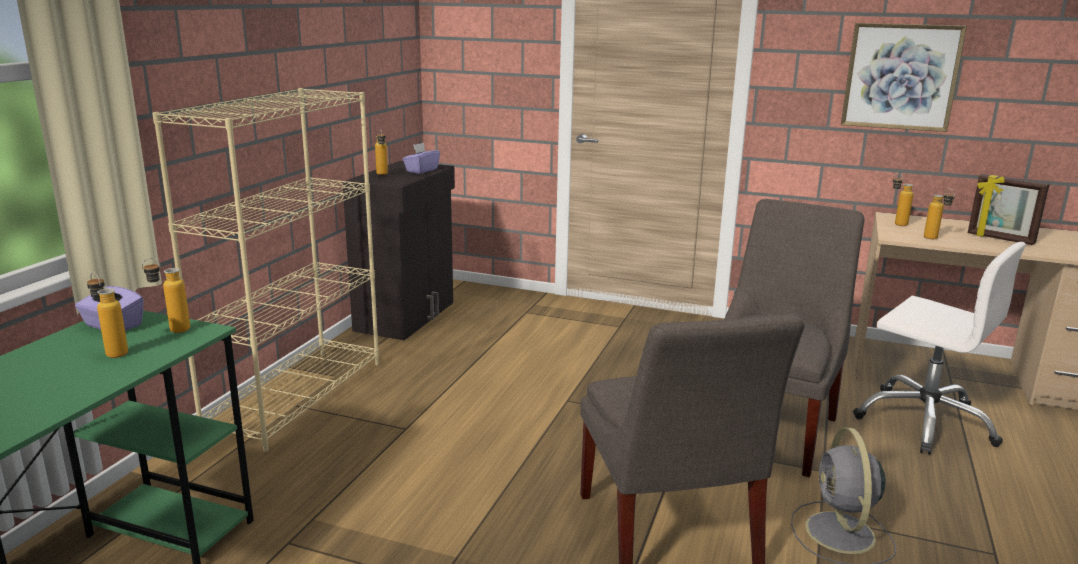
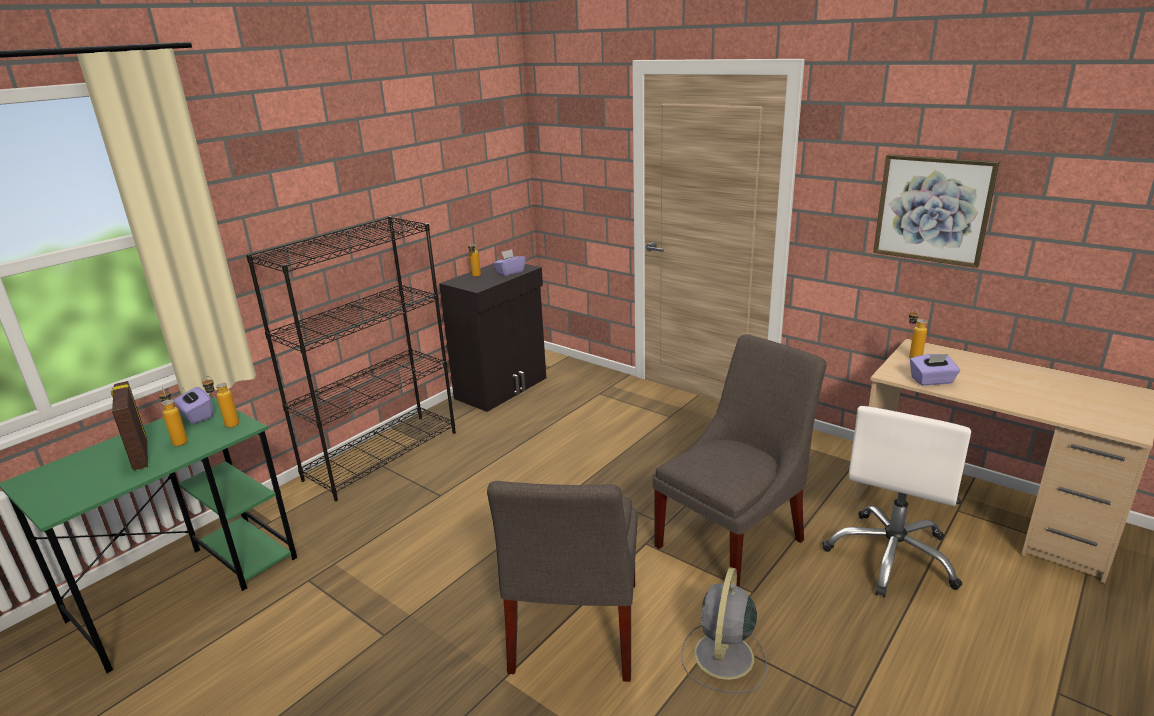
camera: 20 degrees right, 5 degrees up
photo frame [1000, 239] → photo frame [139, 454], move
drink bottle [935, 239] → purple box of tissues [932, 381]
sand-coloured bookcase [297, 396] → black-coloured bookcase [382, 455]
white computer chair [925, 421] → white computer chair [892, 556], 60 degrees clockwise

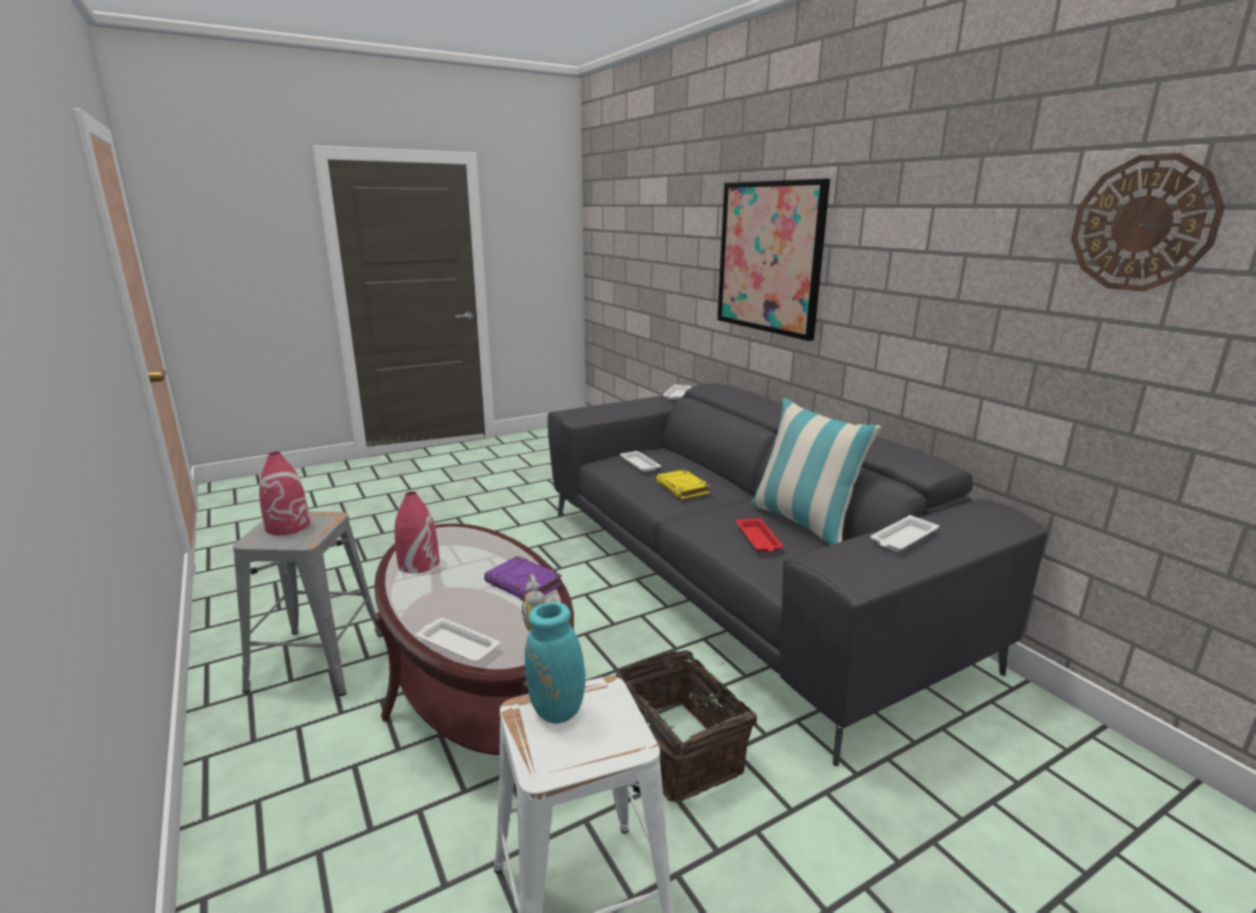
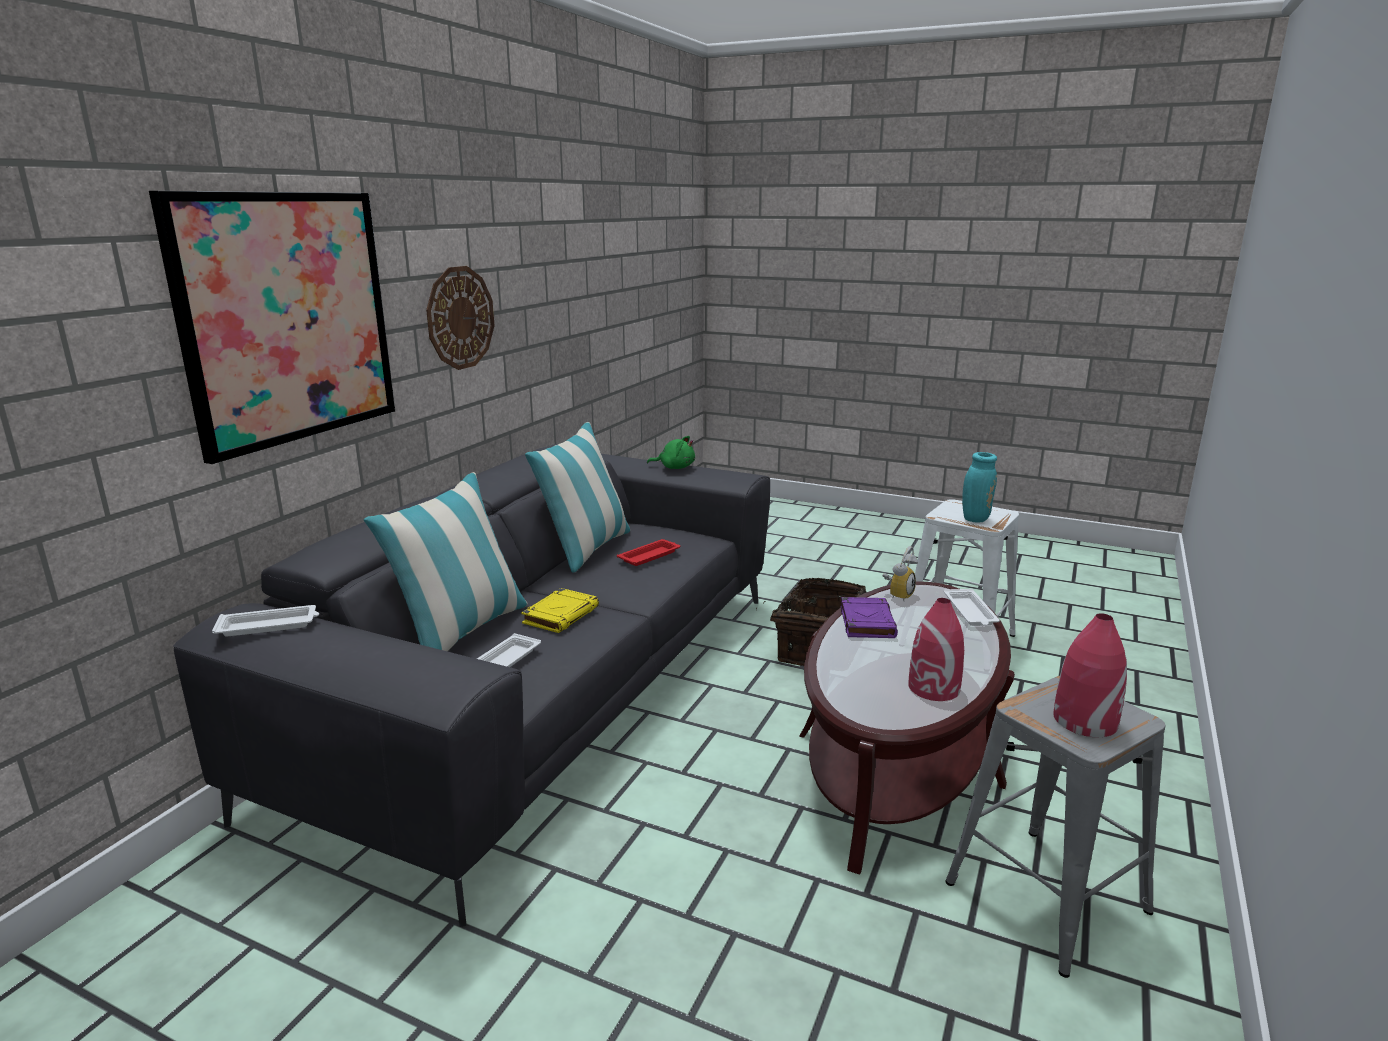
camera: 125 degrees left, 0 degrees up
- → pillow [462, 631]
clock on the wall [1143, 224] → clock on the wall [460, 318], move
white serving tray [903, 538] → greenish plush toy [675, 467]

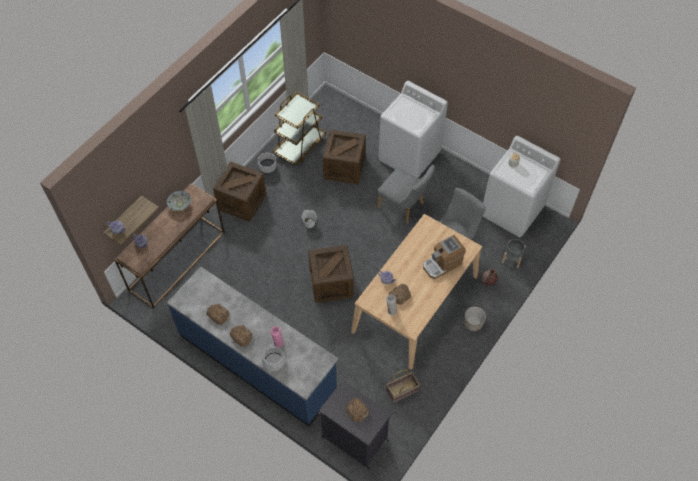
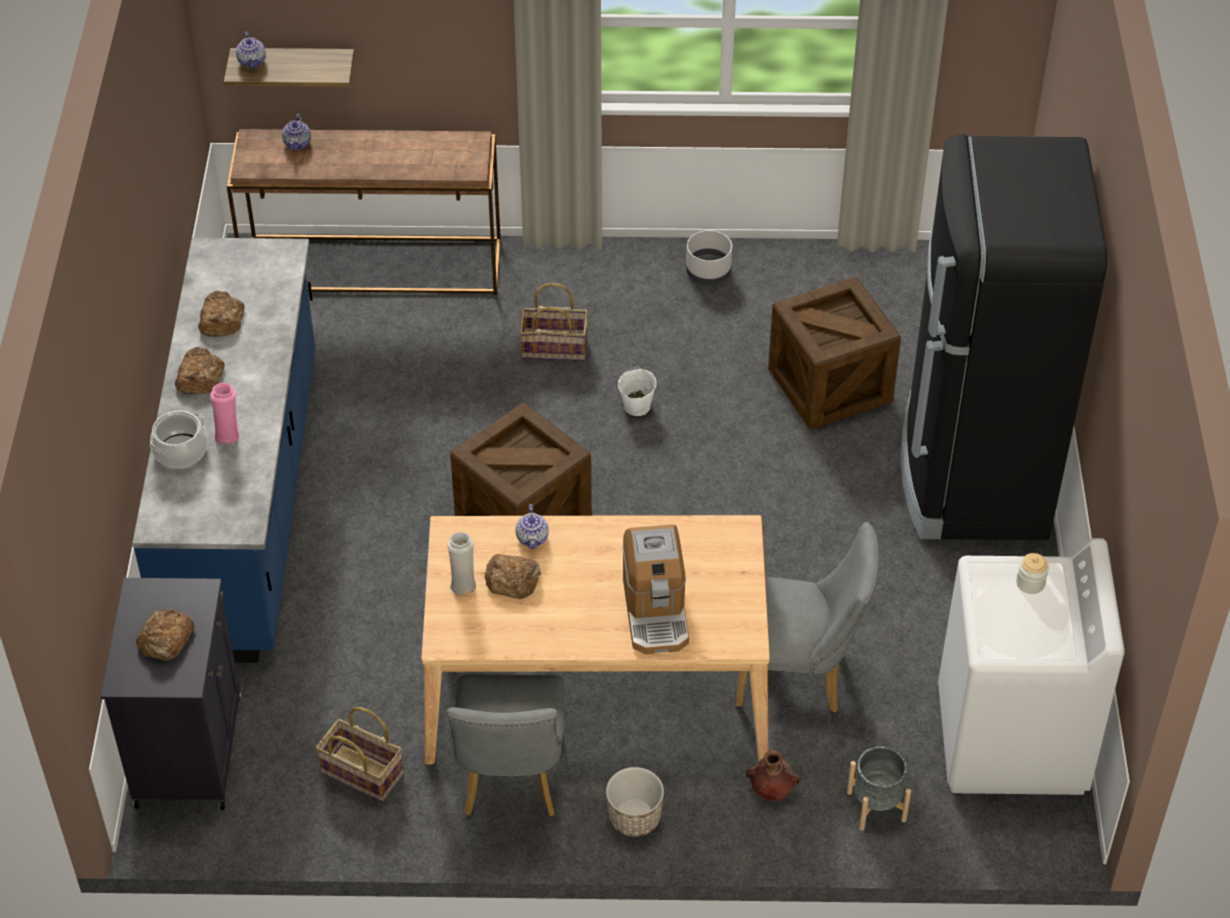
camera: 55 degrees right, 10 degrees down
deep dish [180, 204] → -
packing crate [242, 202] → -
brown cart [300, 146] → -
- → basket [555, 347]
greyish plain chair [404, 207] → greyish plain chair [510, 781], move
white laundry appliance [409, 156] → black-coloured refrigerator [972, 476]
coffee machine [442, 264] → coffee machine [655, 612], 120 degrees counterclockwise

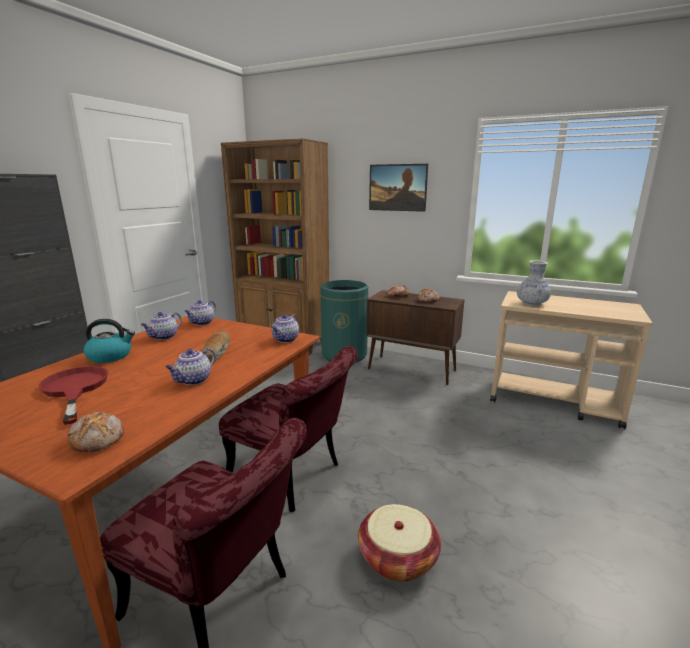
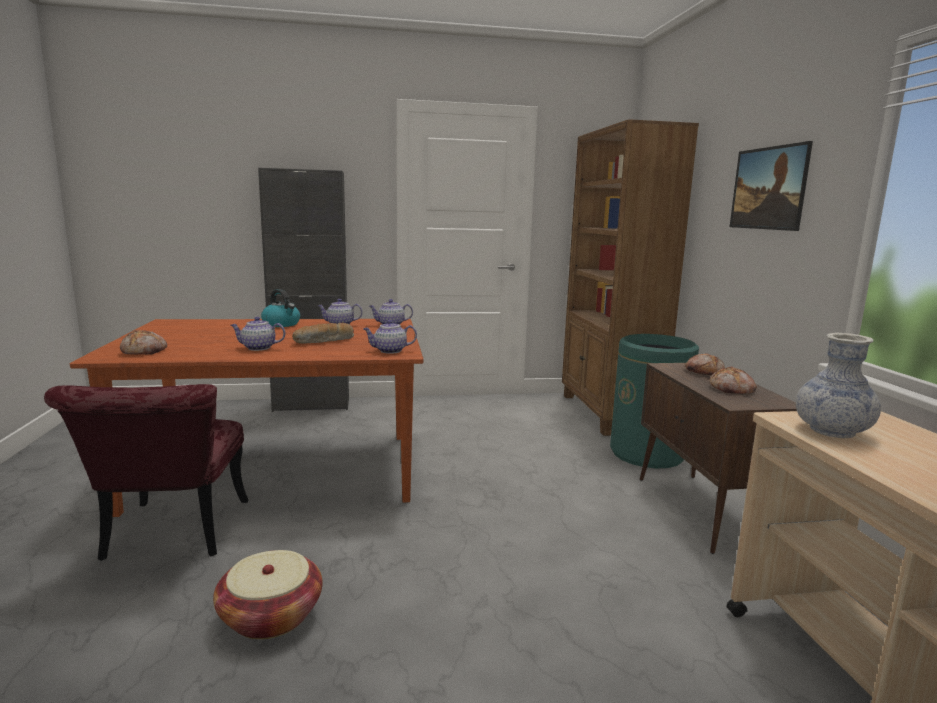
camera: 55 degrees right, 5 degrees down
red-coloured frying pan [75, 389] → -
red-coloured plain chair [294, 477] → -

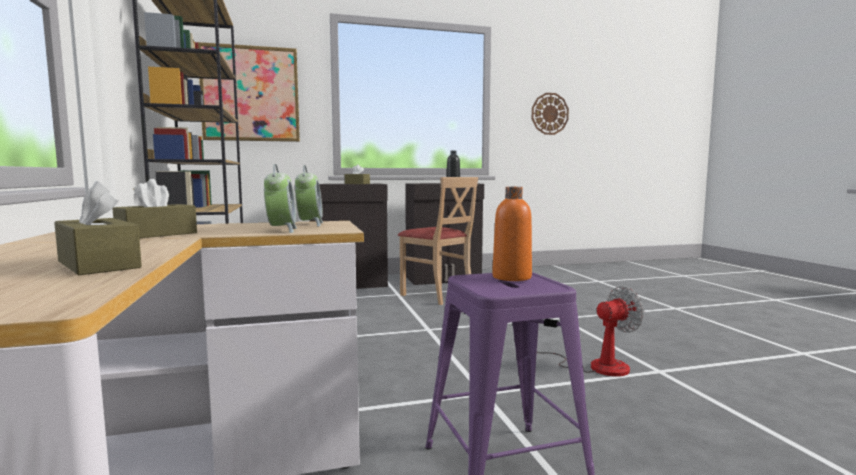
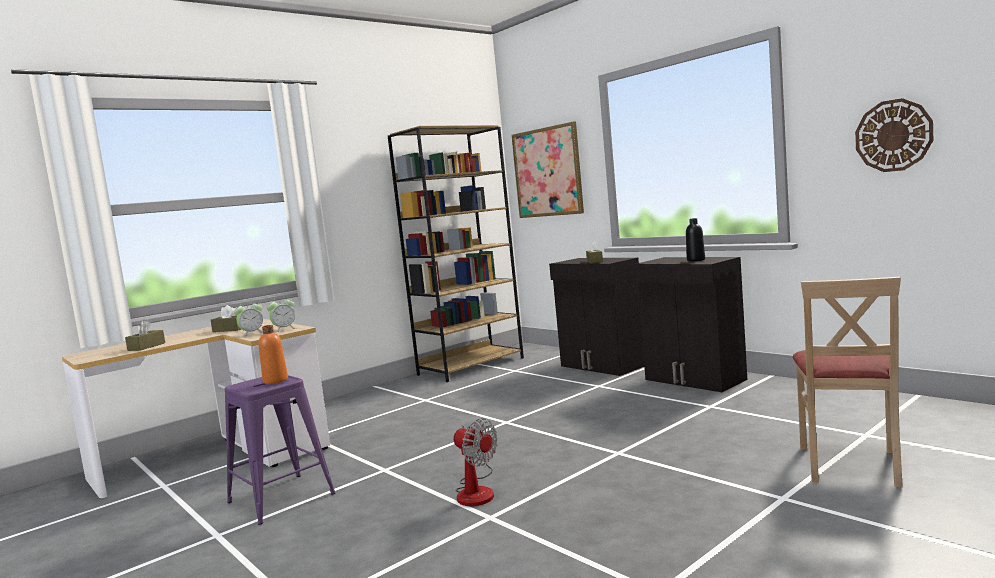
camera: 65 degrees right, 0 degrees up
sand-coloured plain chair [437, 295] → sand-coloured plain chair [850, 465], move

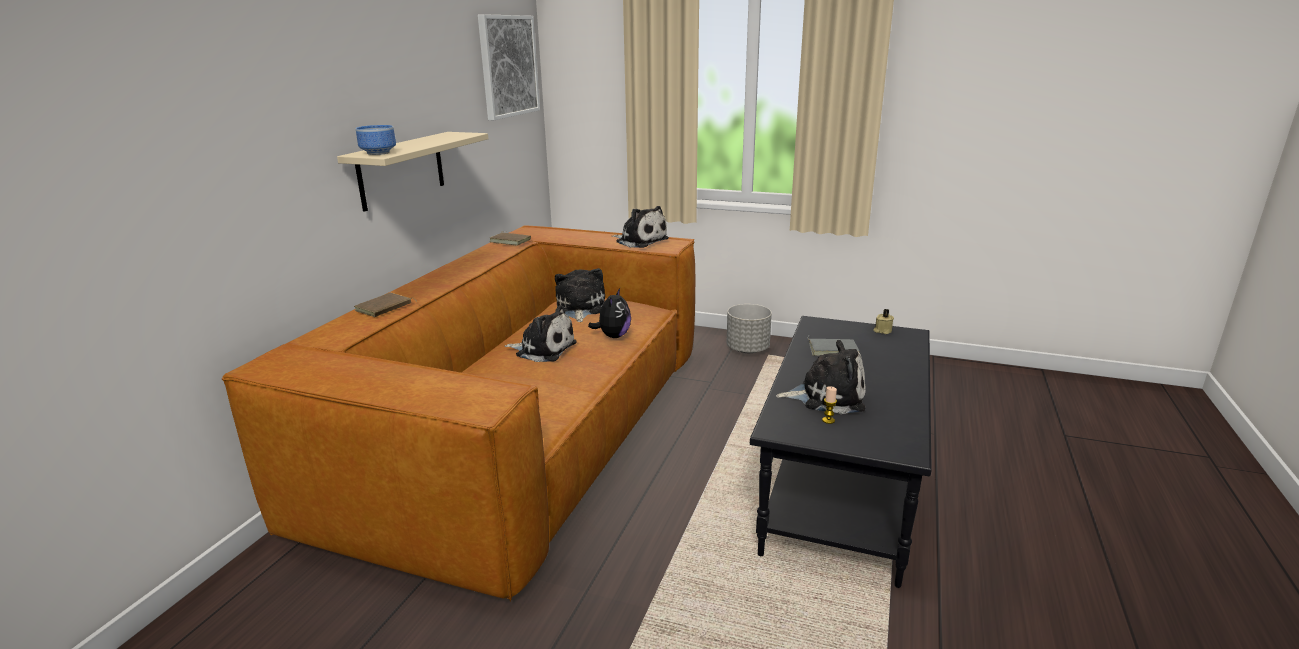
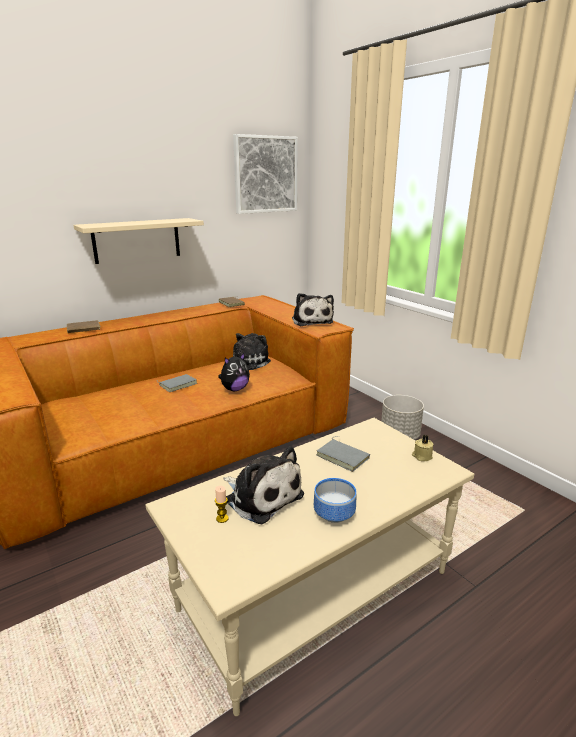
camera: 35 degrees right, 0 degrees up
deep dish [380, 153] → deep dish [336, 514], move
plush toy [543, 349] → greyish volume [178, 384]
black-coloured lounge table [839, 486] → sand-coloured lounge table [315, 588]

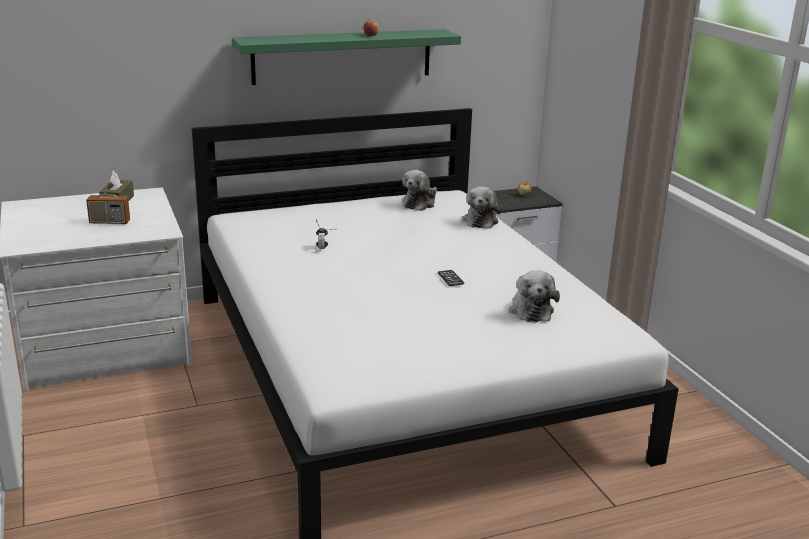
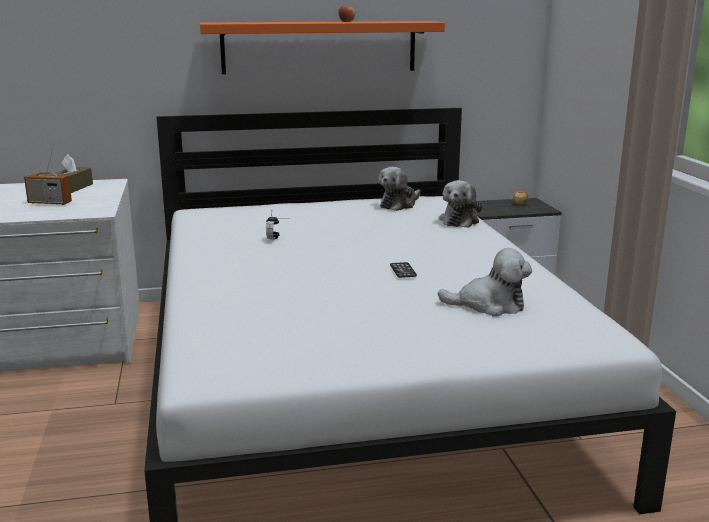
camera: 10 degrees right, 5 degrees down
greenish bracket shelf [342, 56] → orangey bracket shelf [319, 47]
plush toy [531, 310] → plush toy [489, 305], 90 degrees counterclockwise

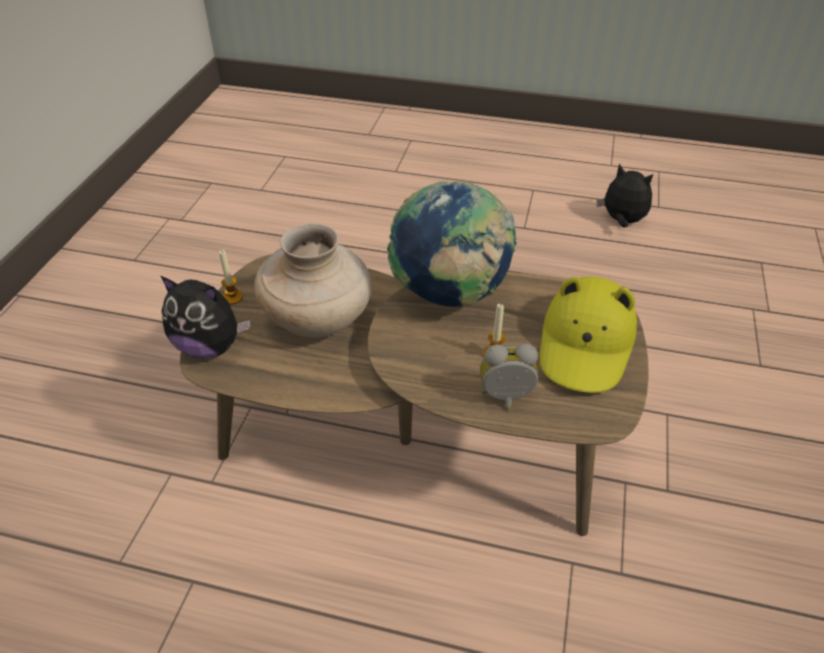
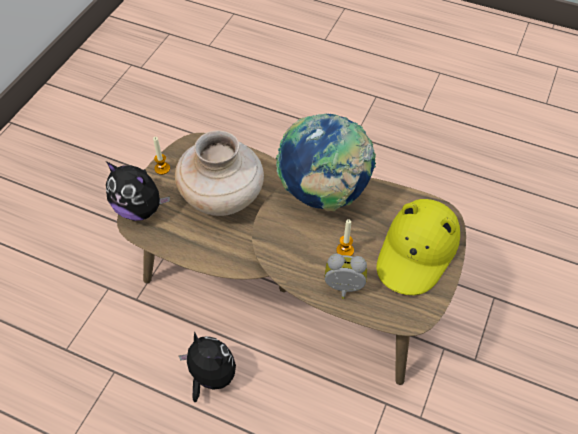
camera: 10 degrees right, 10 degrees up
plush toy [621, 221] → plush toy [210, 377], move

